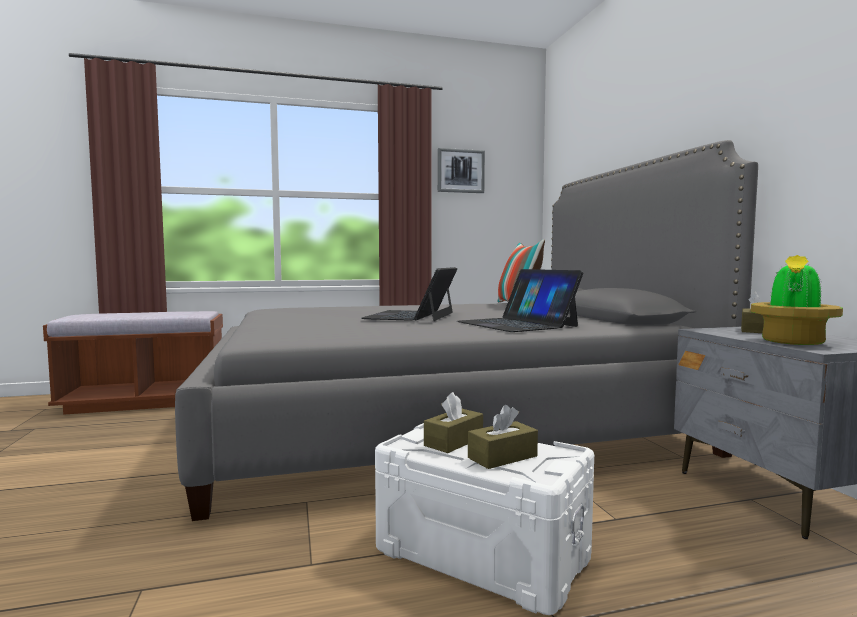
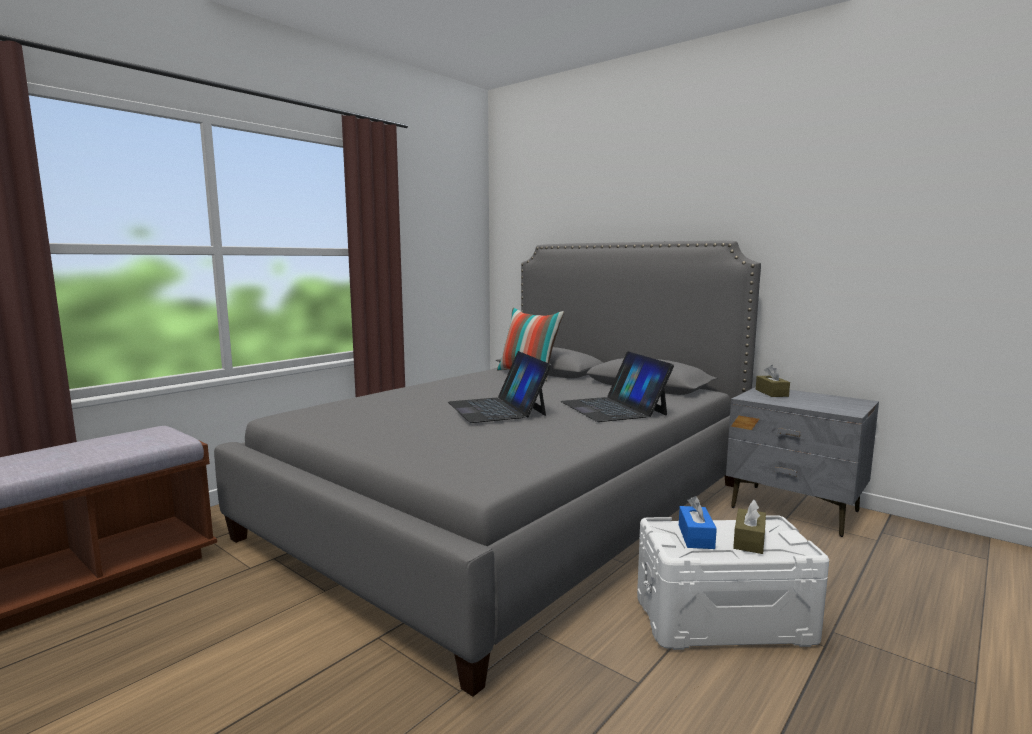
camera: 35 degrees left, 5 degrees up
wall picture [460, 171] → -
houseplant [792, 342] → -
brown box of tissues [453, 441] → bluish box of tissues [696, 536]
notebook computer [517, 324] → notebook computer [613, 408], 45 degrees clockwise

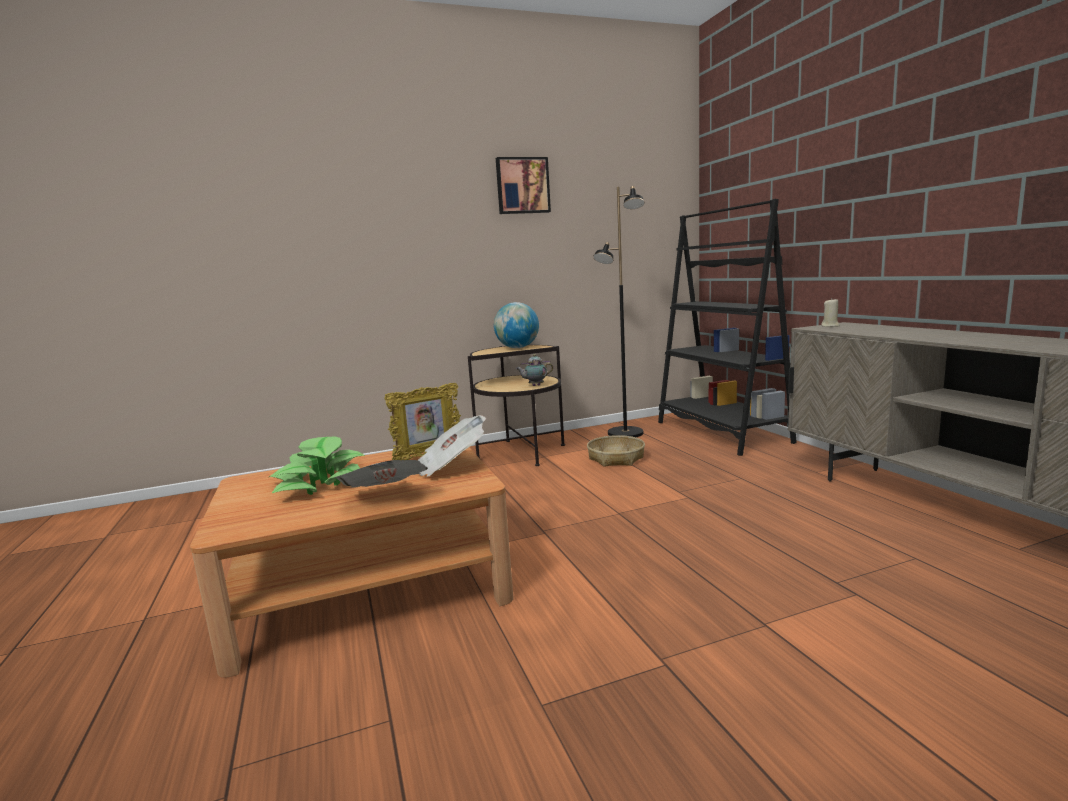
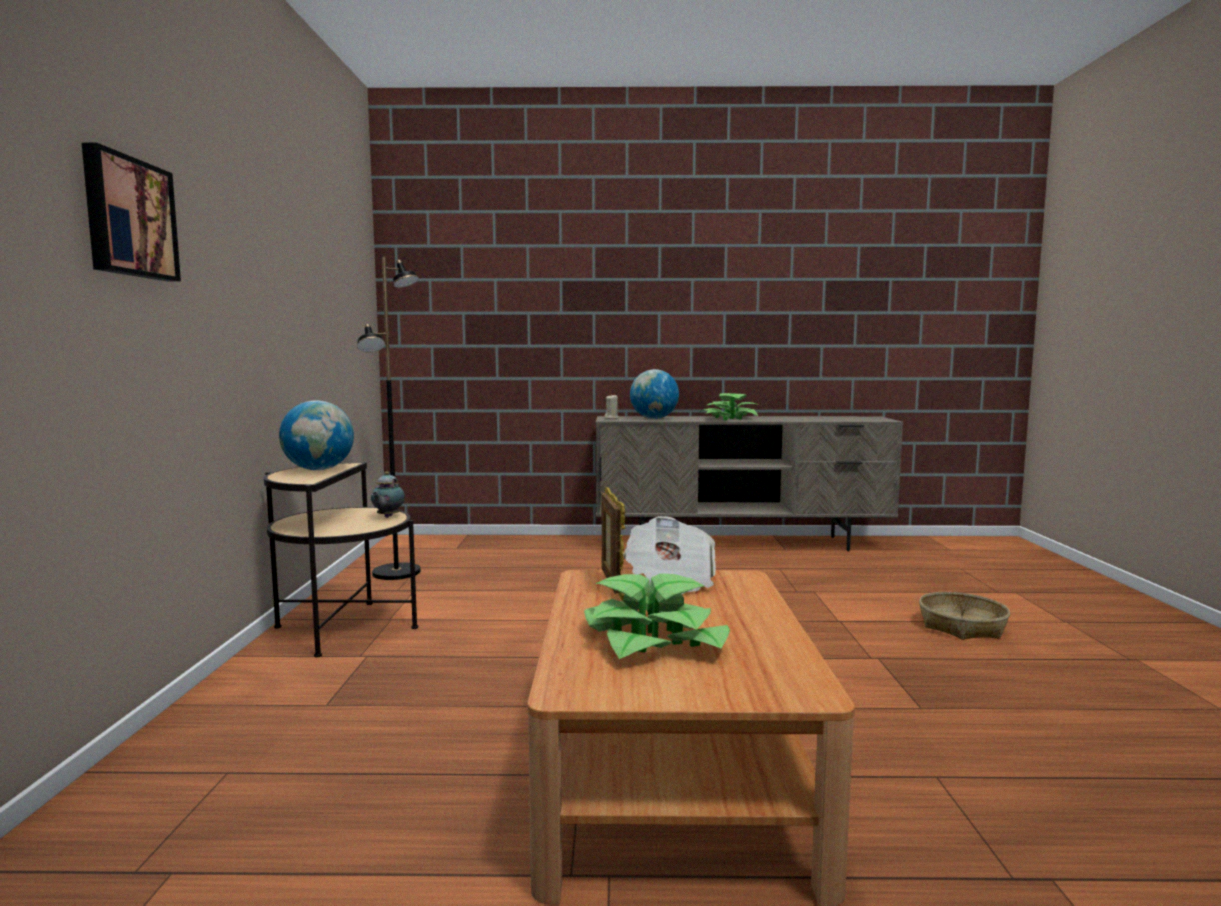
camera: 70 degrees left, 5 degrees down
printed paper [386, 497] → -
black-coloured bookcase [721, 432] → -
- → desk globe [654, 418]
- → houseplant [728, 418]
wall picture [522, 186] → wall picture [128, 218], move
basket [616, 458] → basket [962, 626], move

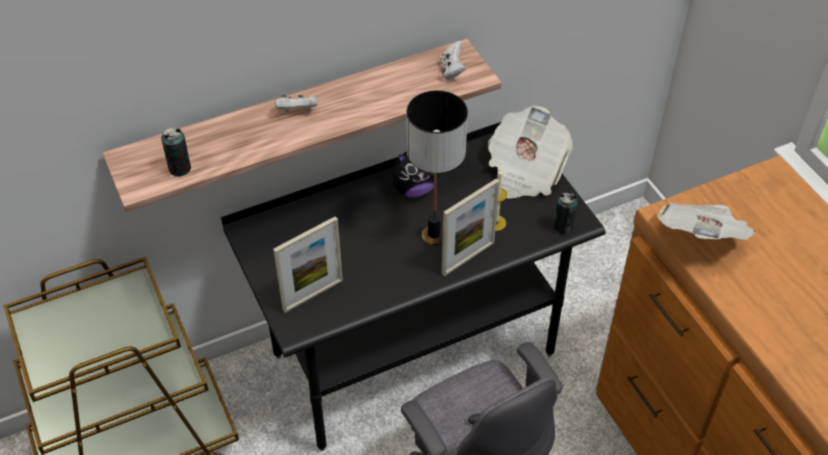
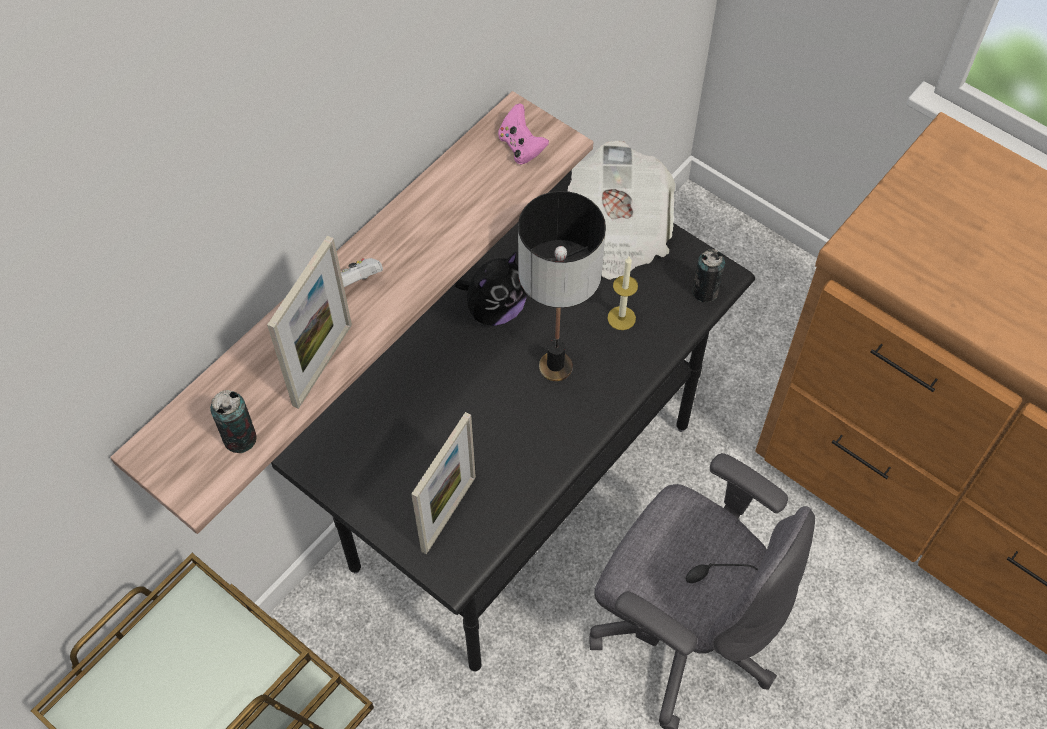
camera: 25 degrees left, 10 degrees up
printed paper [701, 237] → -
photo frame [468, 258] → photo frame [322, 364], move
white gamepad [451, 70] → pink-coloured gamepad [521, 147]

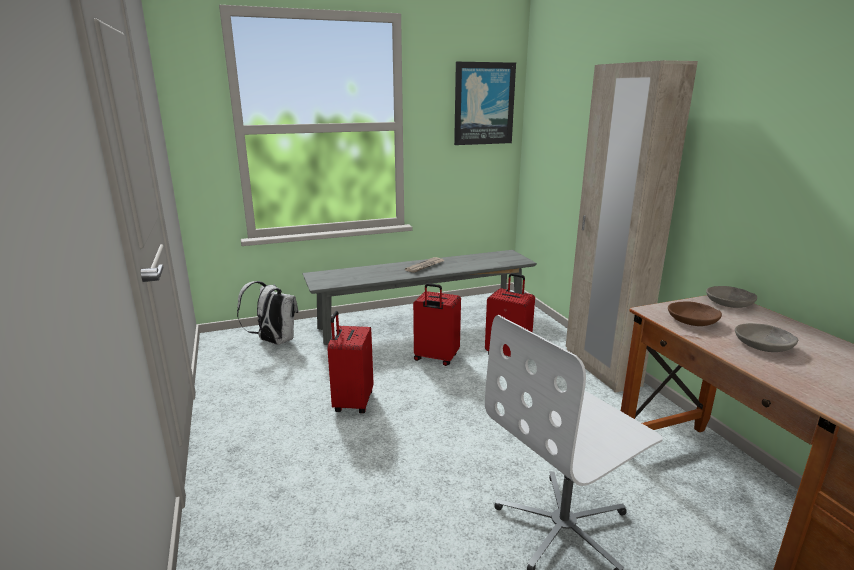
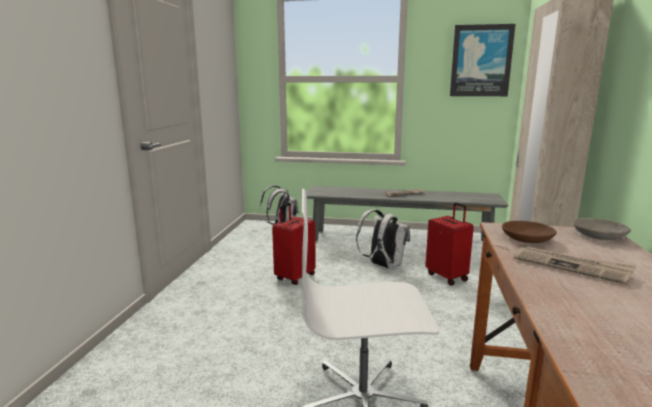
camera: 30 degrees right, 5 degrees down
red-coloured travel case [435, 358] → white knapsack [383, 265]
greyish deep dish [764, 345] → printed paper [571, 266]

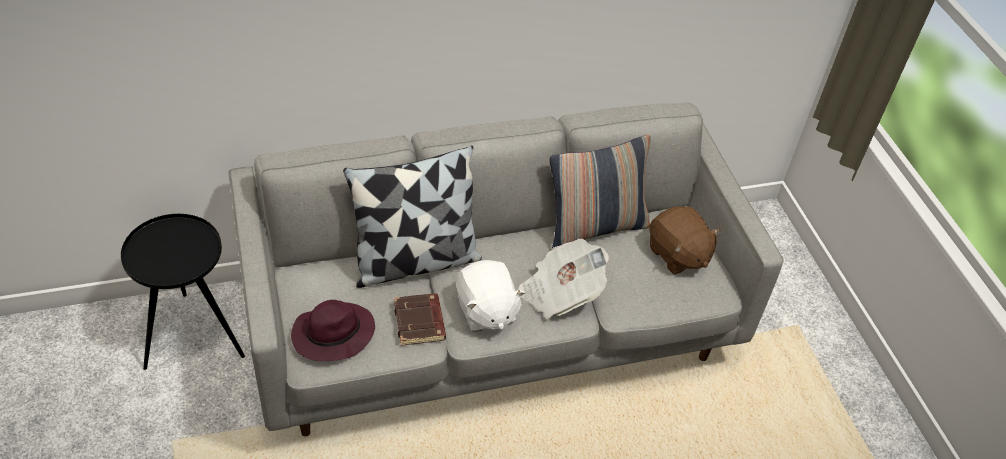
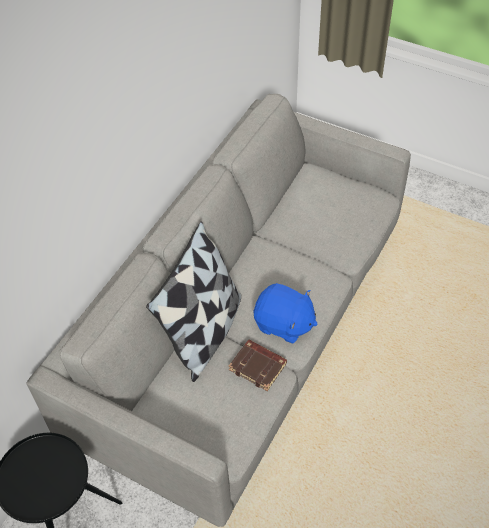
camera: 40 degrees left, 5 degrees up
purple hat [332, 335] → -
printed paper [560, 292] → -
pillow [595, 228] → -
brown plush toy [677, 255] → -
white plush toy [485, 311] → bluish plush toy [284, 324]

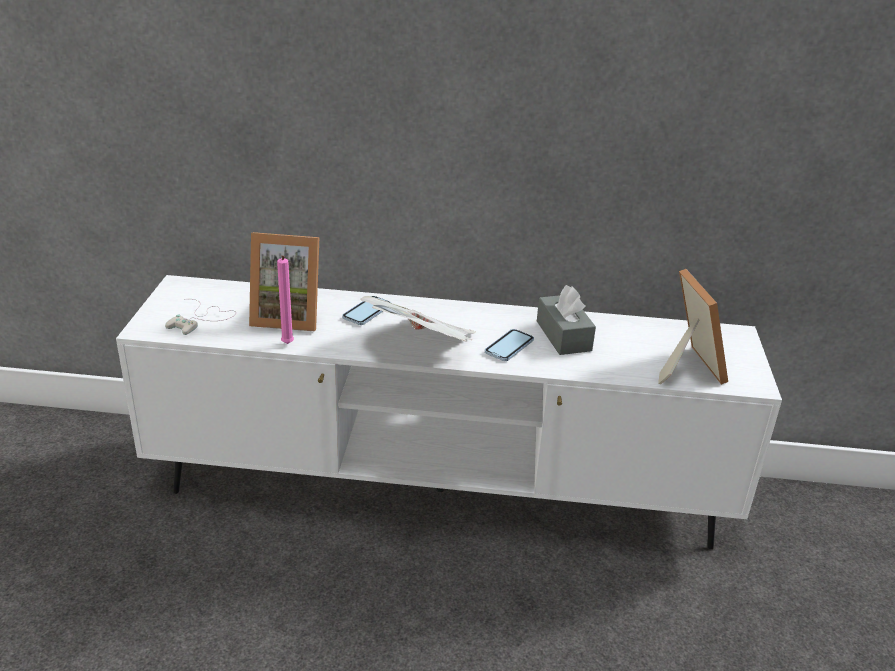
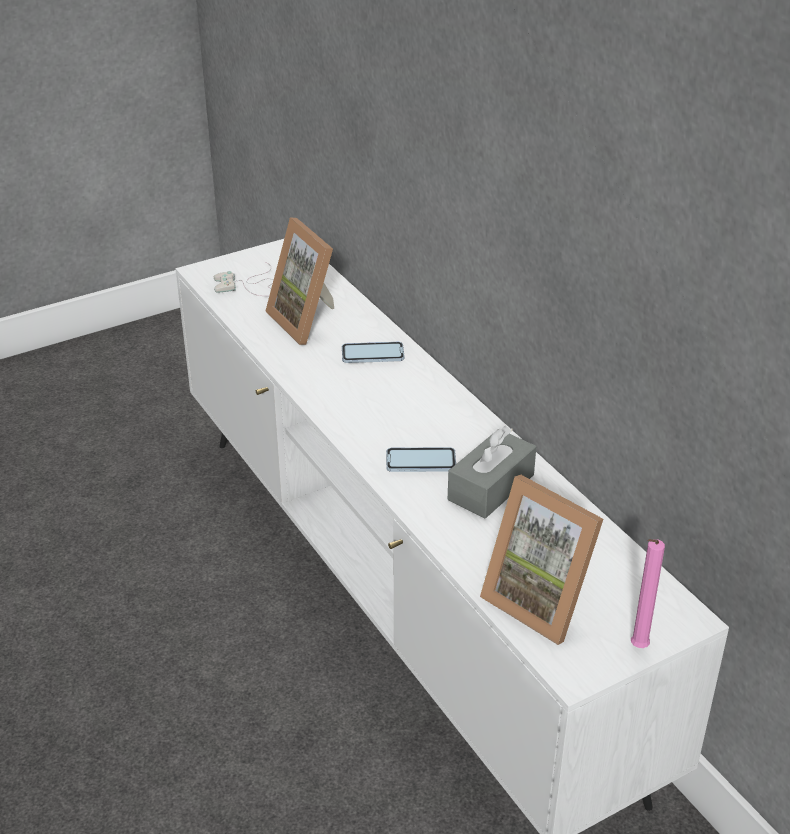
camera: 55 degrees right, 5 degrees up
printed paper [422, 346] → -
pink-coloured wax light [287, 345] → pink-coloured wax light [637, 648], move
photo frame [685, 367] → photo frame [542, 600], 90 degrees clockwise

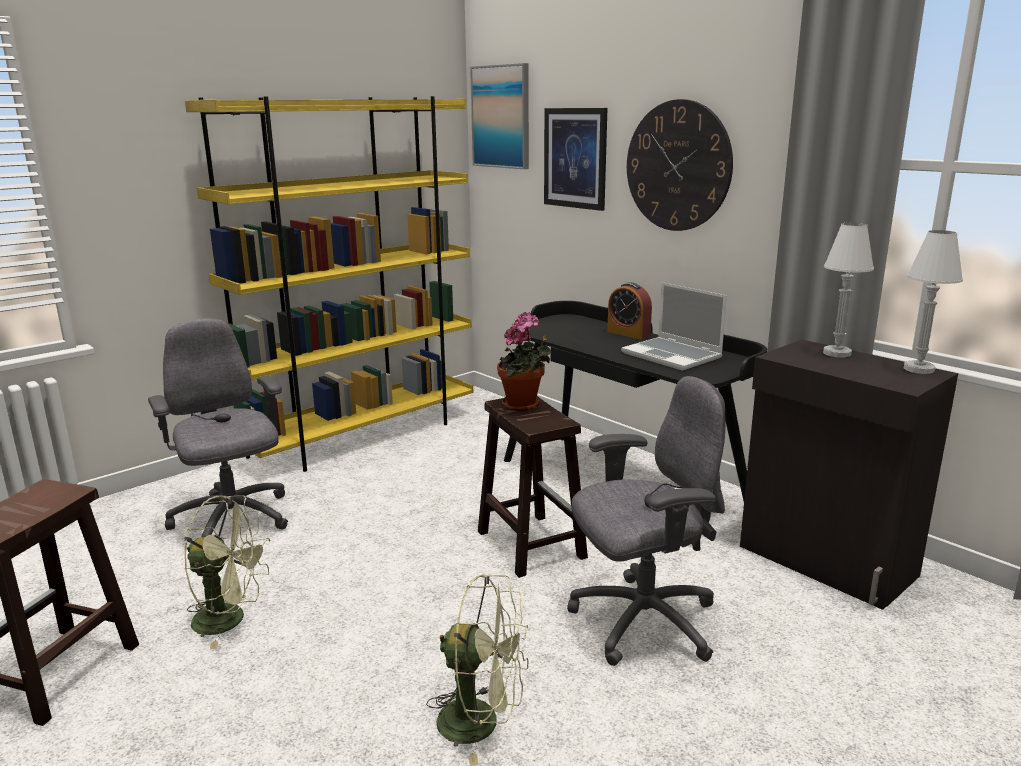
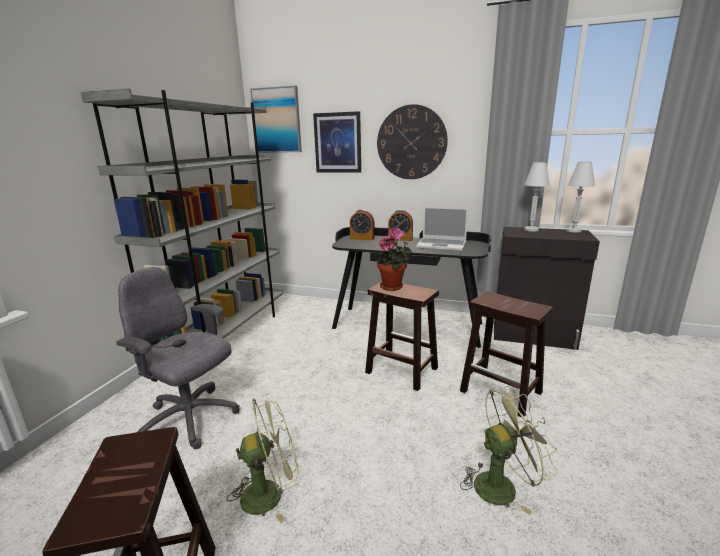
camera: 30 degrees left, 0 degrees up
- → bedside clock [362, 238]
greyish computer chair [642, 622] → brown sitting stool [502, 392]
yellow bookcase [362, 436] → greyish bookcase [227, 336]

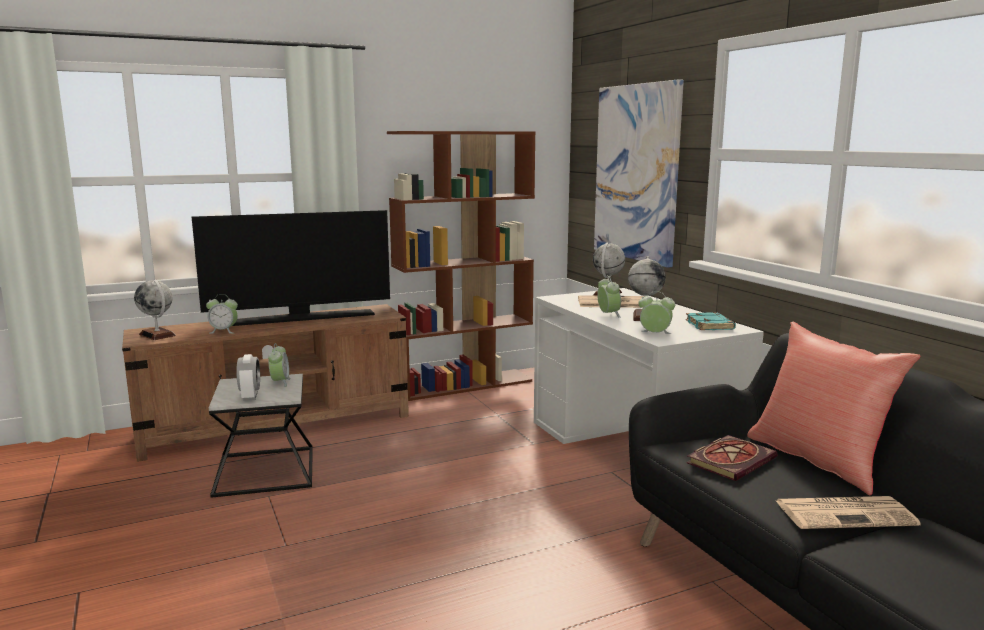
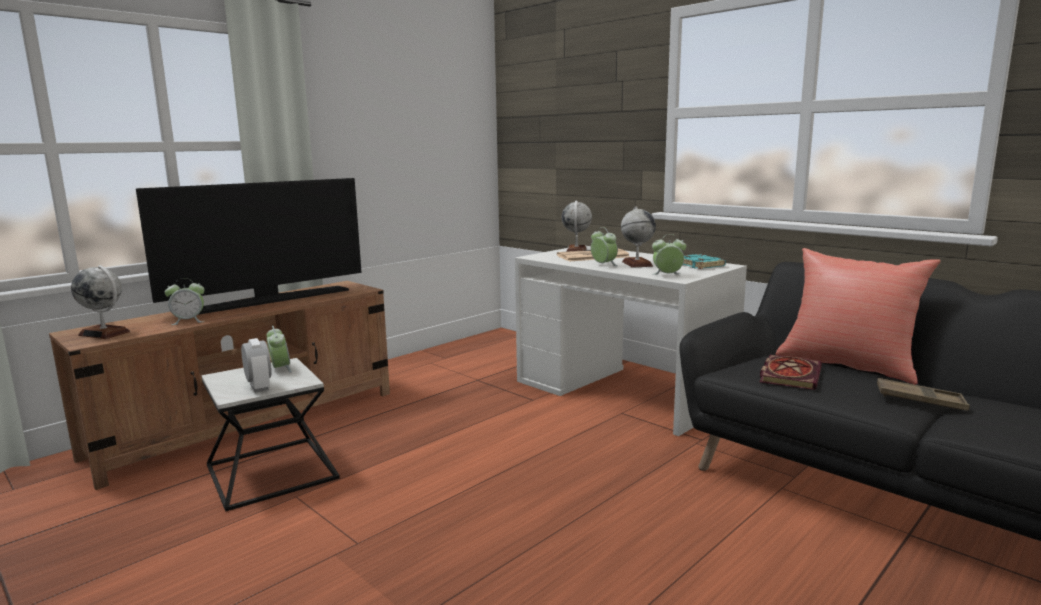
camera: 20 degrees left, 0 degrees up
brown bookcase [465, 385] → -
wall picture [636, 173] → -
printed paper [846, 513] → brown serving tray [920, 400]

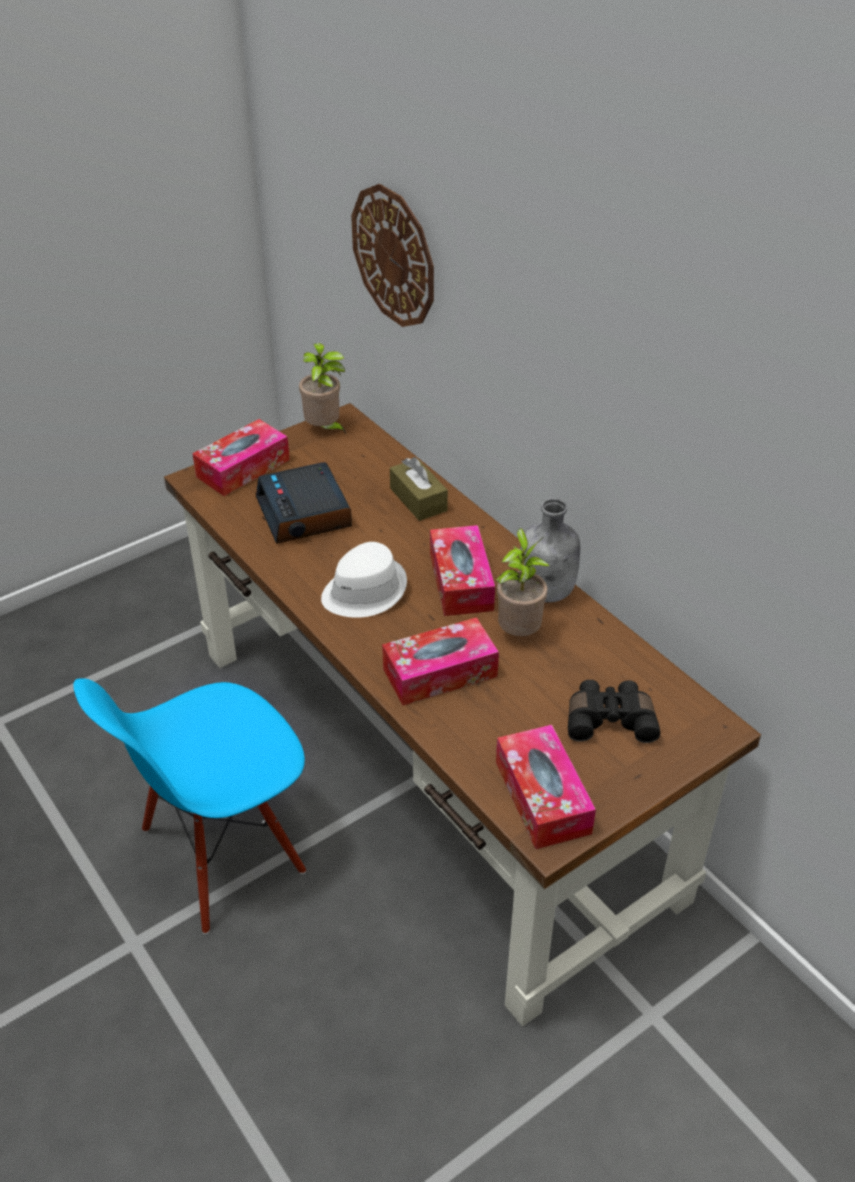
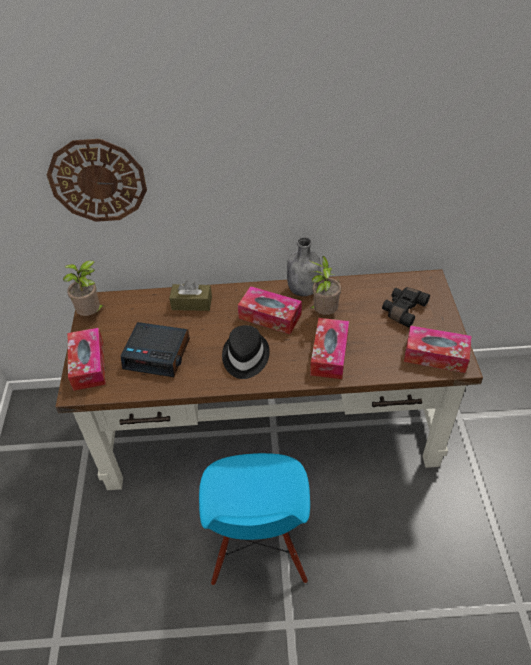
camera: 55 degrees left, 5 degrees up
white hat [364, 591] → black-coloured hat [245, 357]

